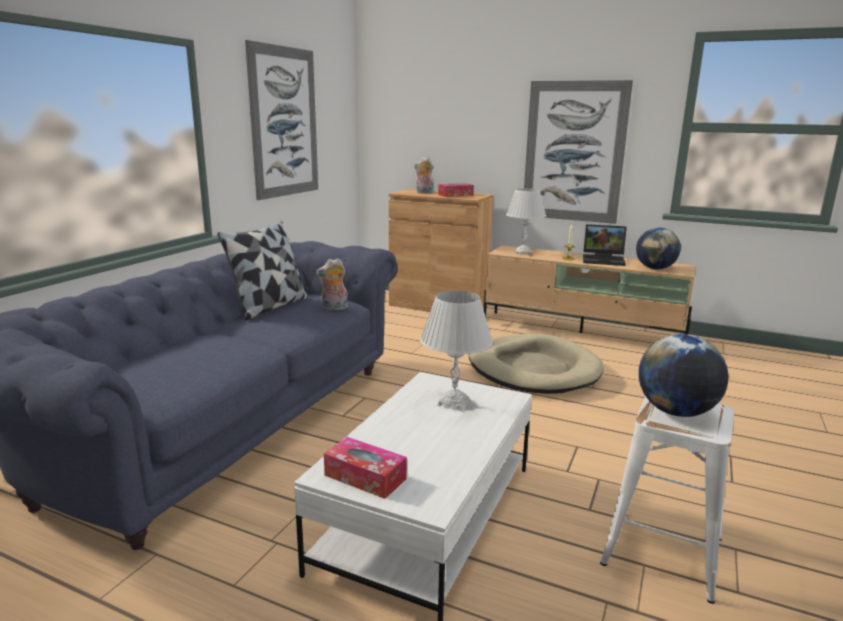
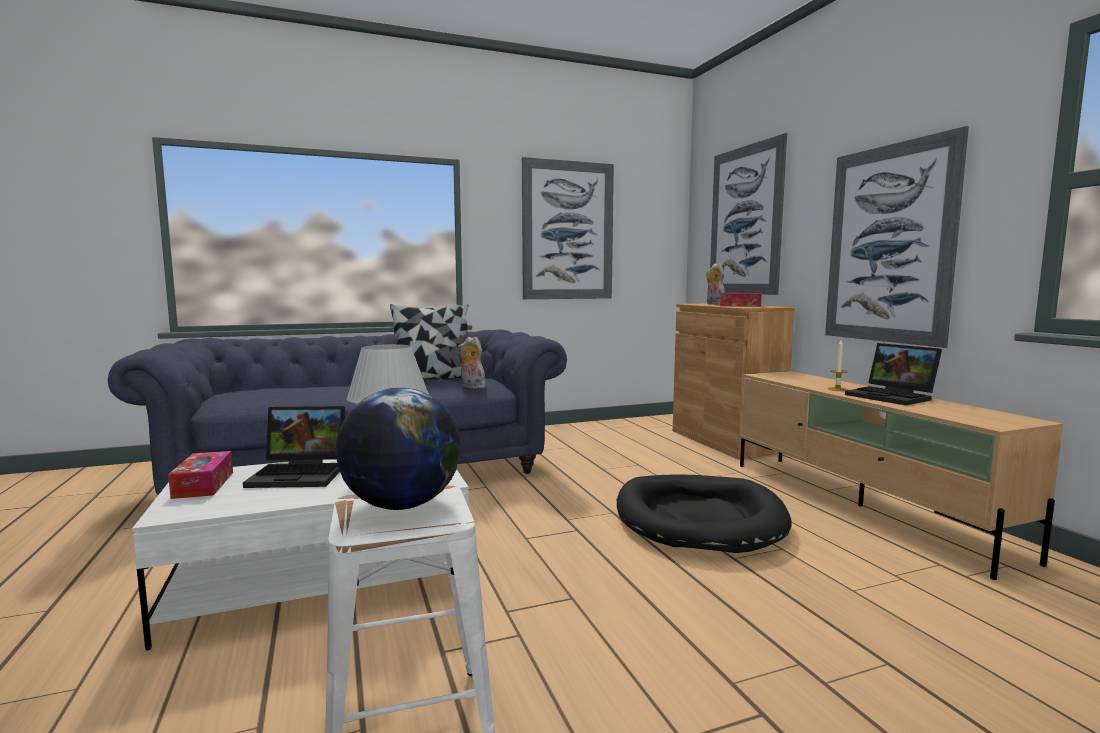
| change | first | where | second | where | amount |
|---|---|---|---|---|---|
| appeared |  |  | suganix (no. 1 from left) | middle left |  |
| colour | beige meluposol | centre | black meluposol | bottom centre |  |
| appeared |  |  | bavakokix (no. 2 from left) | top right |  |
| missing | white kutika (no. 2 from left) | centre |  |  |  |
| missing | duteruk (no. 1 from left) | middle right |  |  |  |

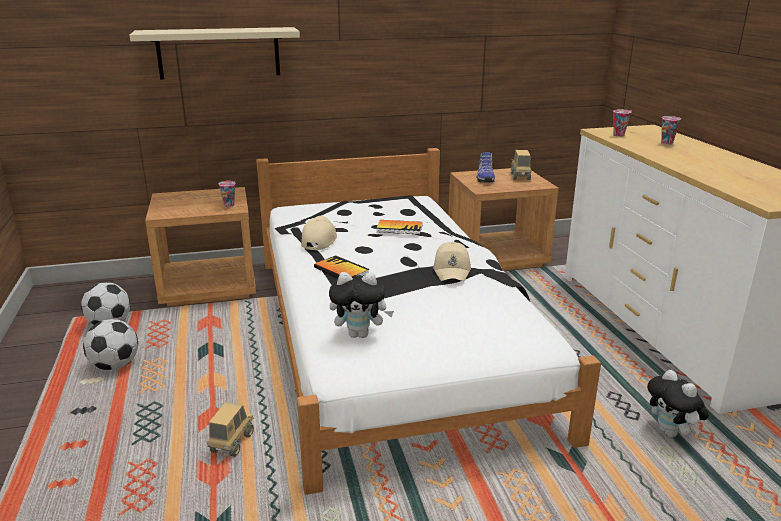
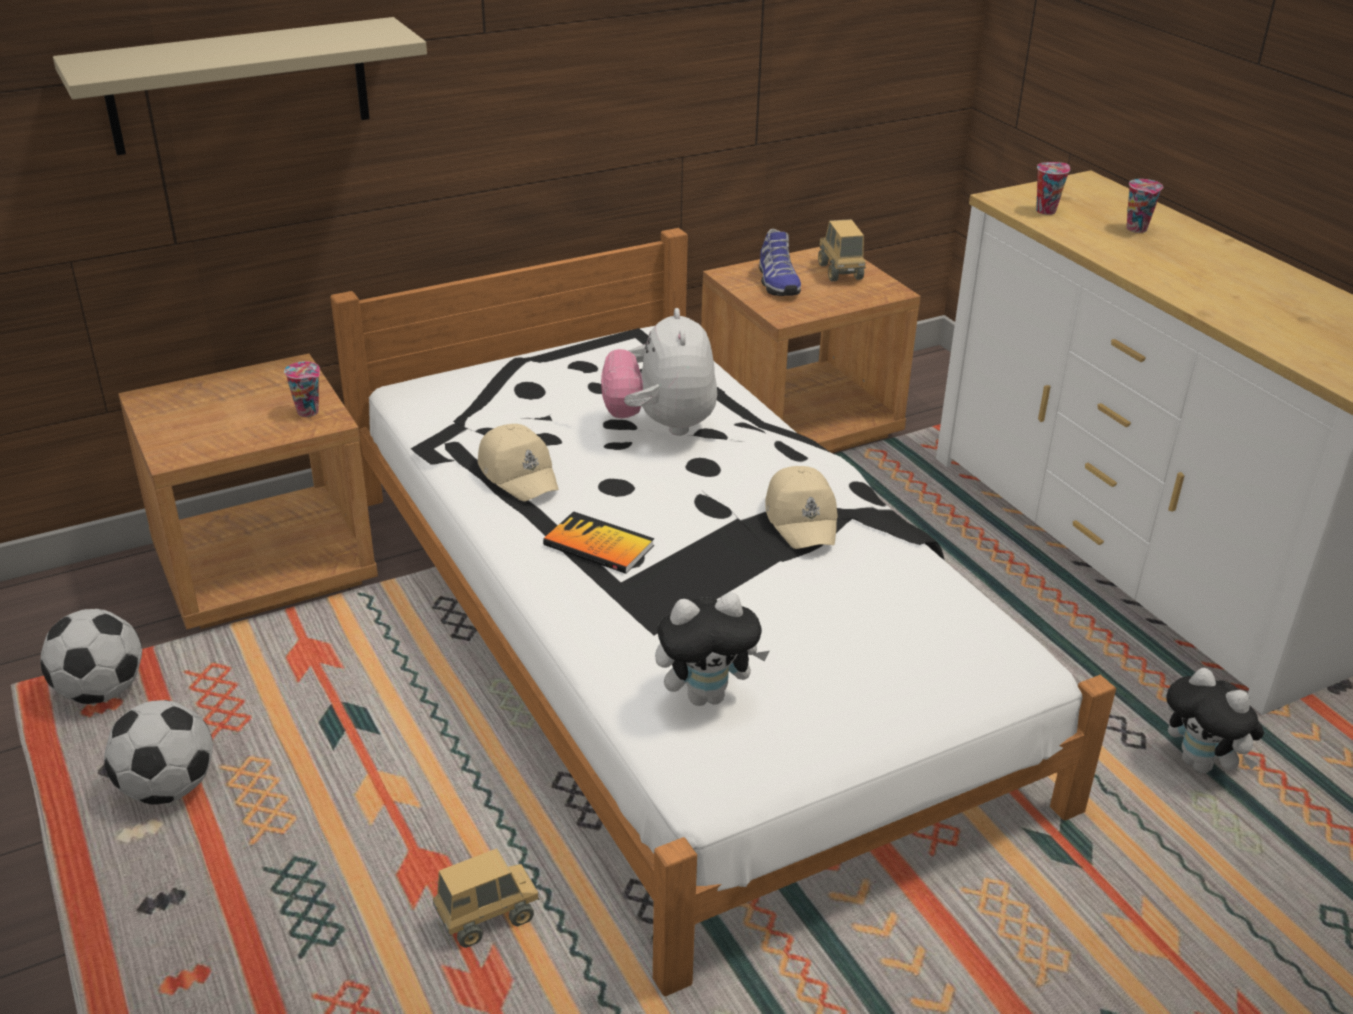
| change | first | where | second | where | amount |
|---|---|---|---|---|---|
| spun | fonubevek (no. 1 from left) | bottom left |  | bottom centre | 60 degrees clockwise |
| spun | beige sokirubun (no. 1 from left) | centre |  | centre | 150 degrees clockwise |
| exchanged | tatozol (no. 2 from left) | centre | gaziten (no. 1 from left) | centre |  |

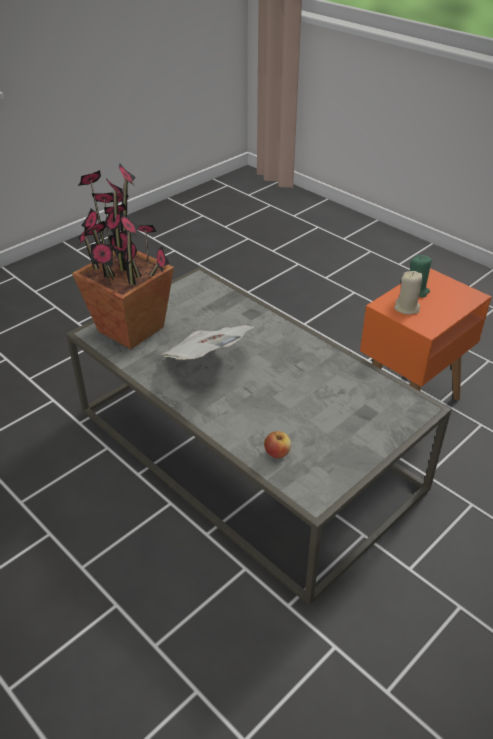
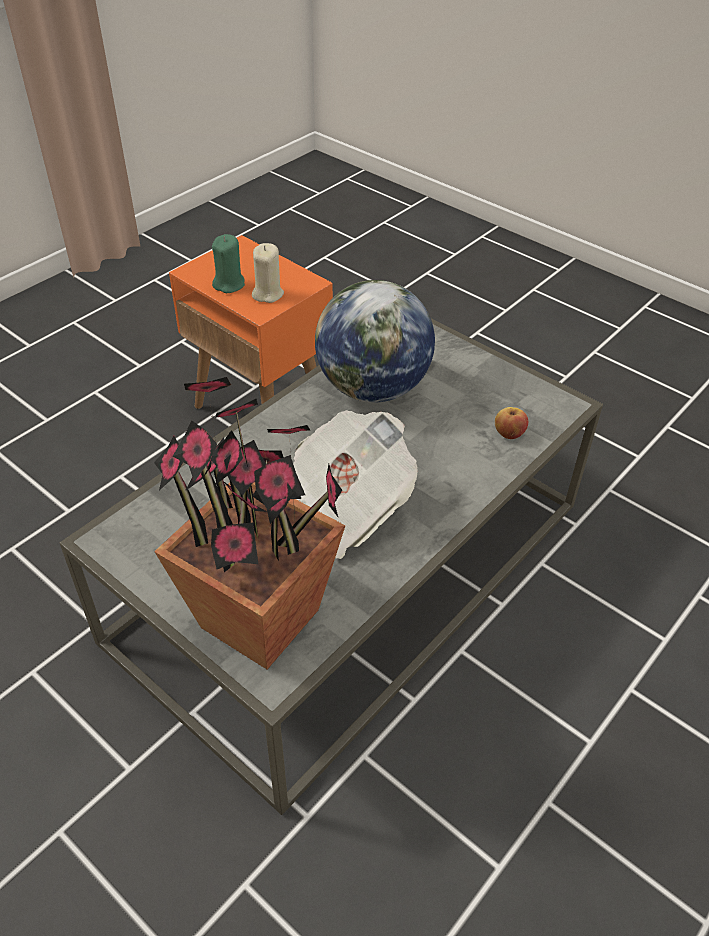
| change | first | where | second | where | amount |
|---|---|---|---|---|---|
| appeared |  |  | duteruk | centre |  |

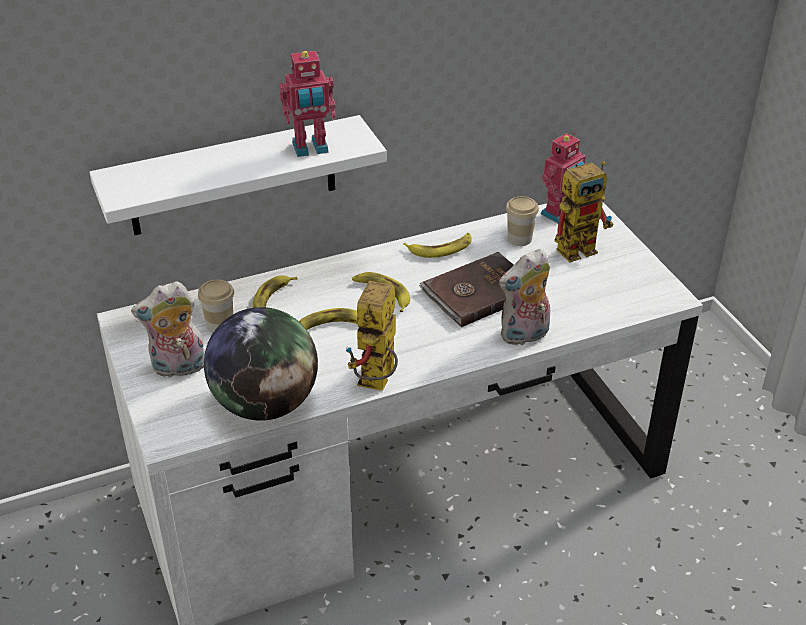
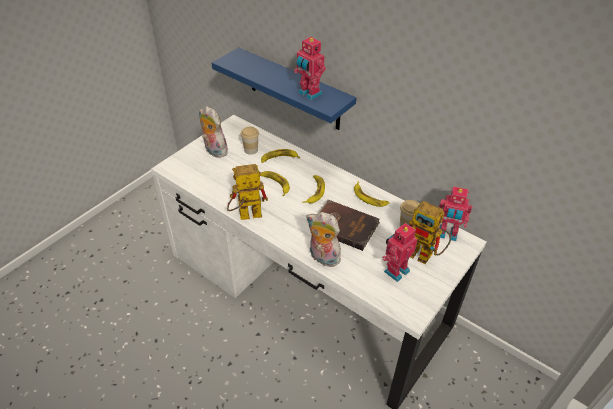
| change | first | where | second | where | amount |
|---|---|---|---|---|---|
| colour | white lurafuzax | top left | blue lurafuzax | top centre |  |
| appeared |  |  | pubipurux (no. 3 from left) | centre |  |
| missing | duteruk | middle left |  |  |  |

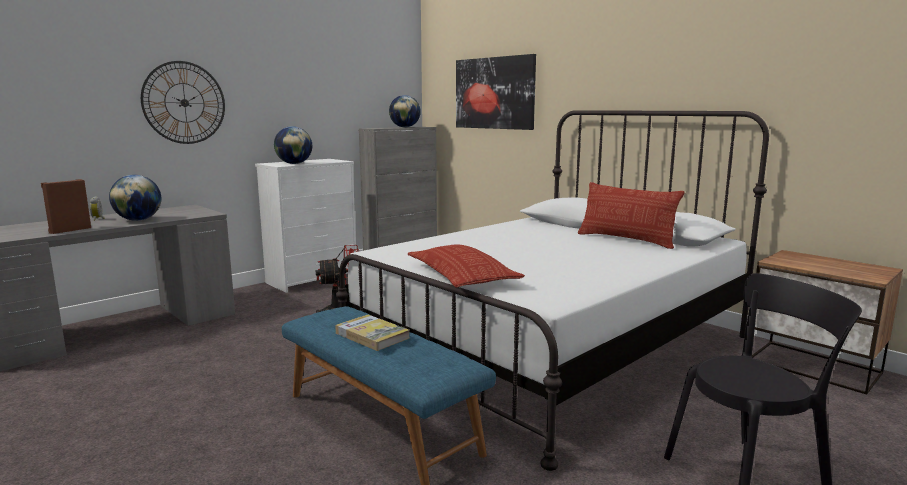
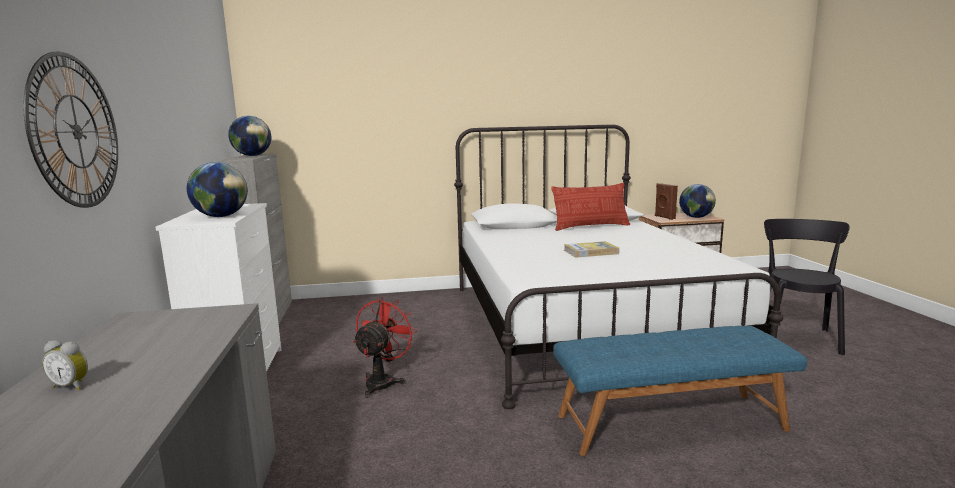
| change | first | where | second | where | amount |
|---|---|---|---|---|---|
| relocated | tatozol | bottom centre |  | centre |  |
| relocated | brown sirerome | middle left |  | middle right |  |
| relocated | duteruk (no. 1 from left in the first image) | middle left | duteruk (no. 3 from left) | middle right |  |
| missing | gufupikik (no. 1 from left) | centre |  |  |  |
| missing | bavakokix | top centre |  |  |  |

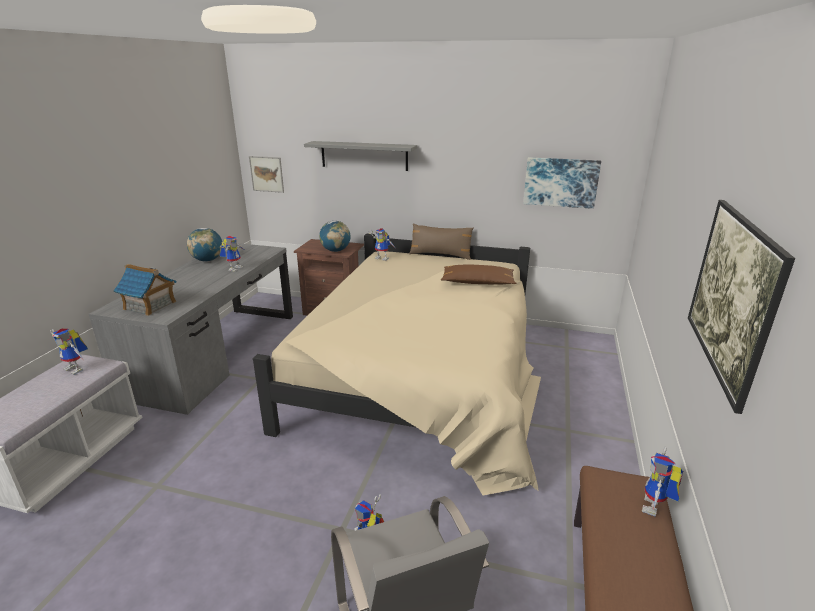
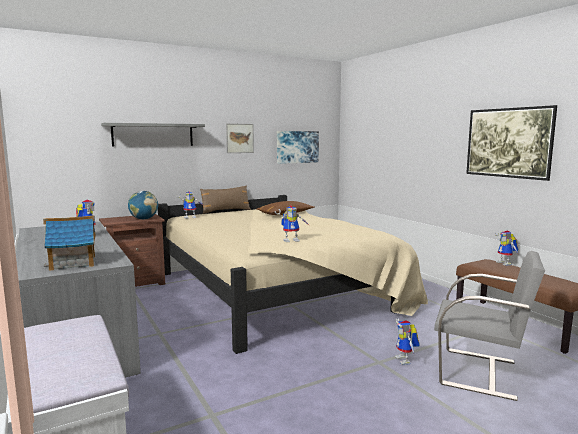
| change | first | where | second | where | amount |
|---|---|---|---|---|---|
| relocated | bavakokix (no. 1 from left) | top left |  | top centre |  |
| relocated | pubipurux (no. 1 from left in the first image) | middle left | pubipurux (no. 3 from left) | centre |  |
| missing | duteruk (no. 1 from left) | middle left |  |  |  |

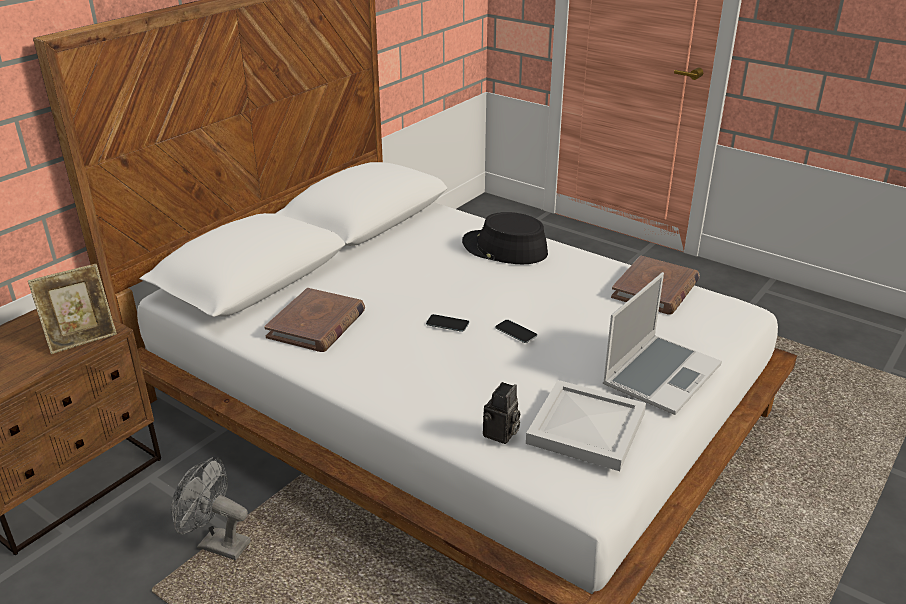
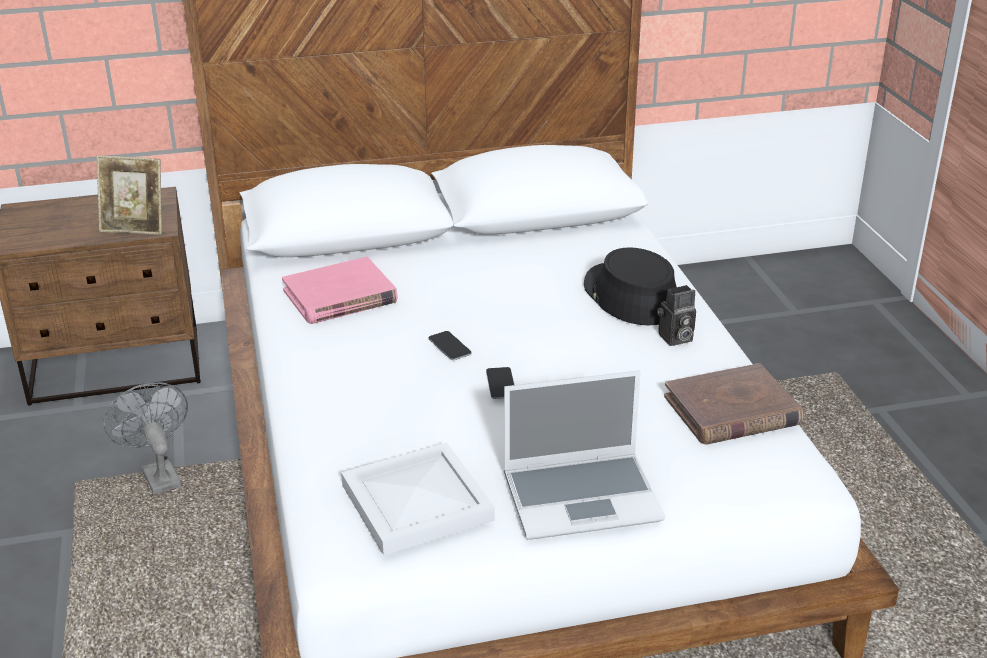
| change | first | where | second | where | amount |
|---|---|---|---|---|---|
| colour | brown tatozol (no. 1 from left) | centre | pink tatozol | centre |  |
| relocated | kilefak | bottom centre |  | middle right |  |

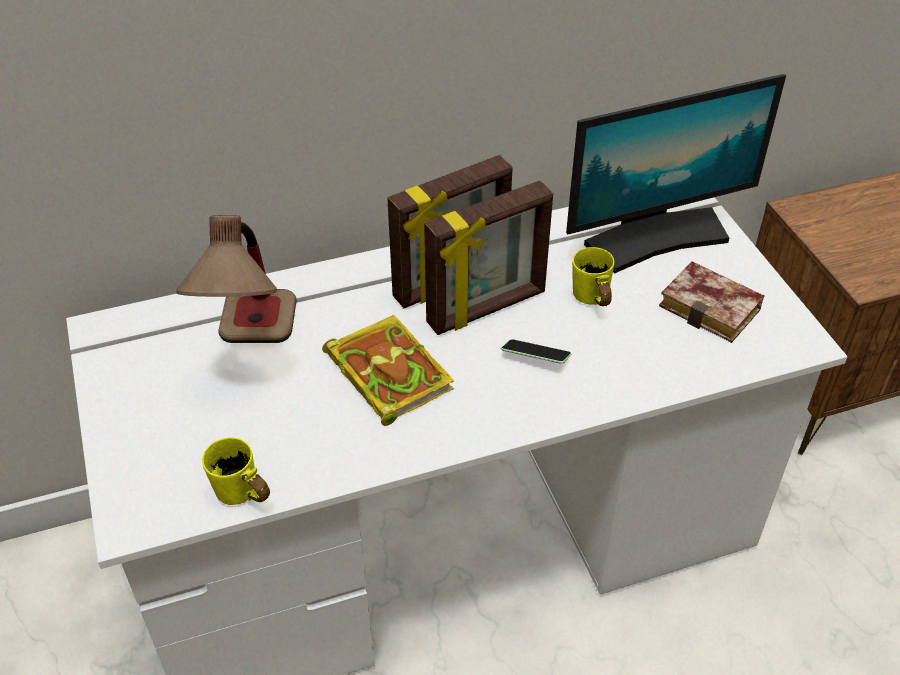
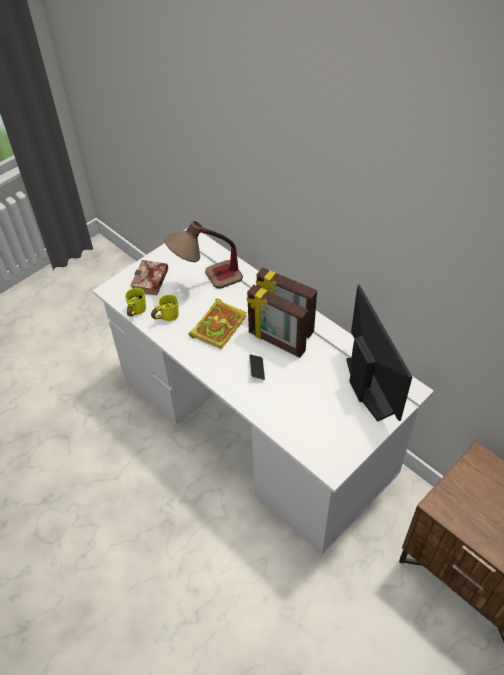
| change | first | where | second | where | amount |
|---|---|---|---|---|---|
| relocated | tatozol (no. 2 from left in the first image) | middle right | tatozol (no. 1 from left) | middle left |  |
| relocated | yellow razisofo (no. 2 from left) | centre |  | middle left |  |
| spun | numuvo | top right |  | middle right | 150 degrees counterclockwise |

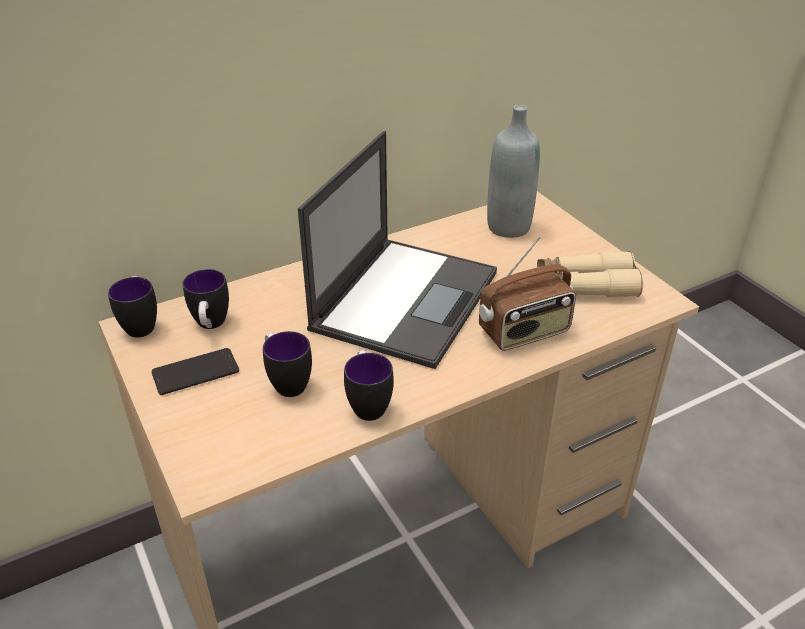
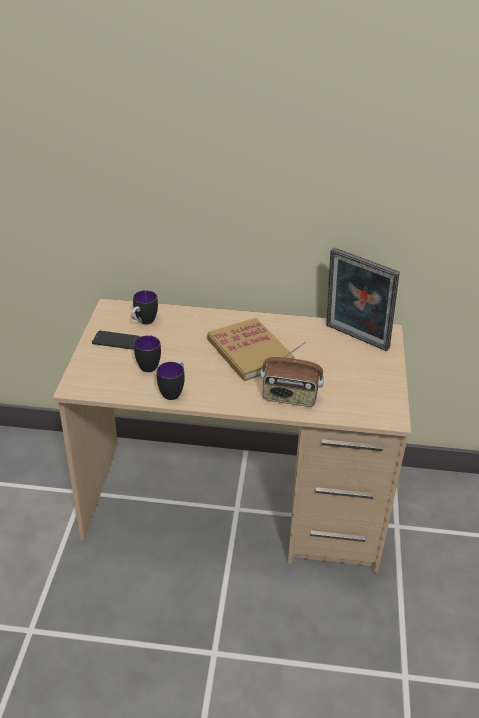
| change | first | where | second | where | amount |
|---|---|---|---|---|---|
| exchanged | suganix | centre | tatozol | centre |  |
| exchanged | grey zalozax | top centre | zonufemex | middle right |  |
| missing | razisofo (no. 1 from left) | middle left |  |  |  |
| missing | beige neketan | middle right |  |  |  |

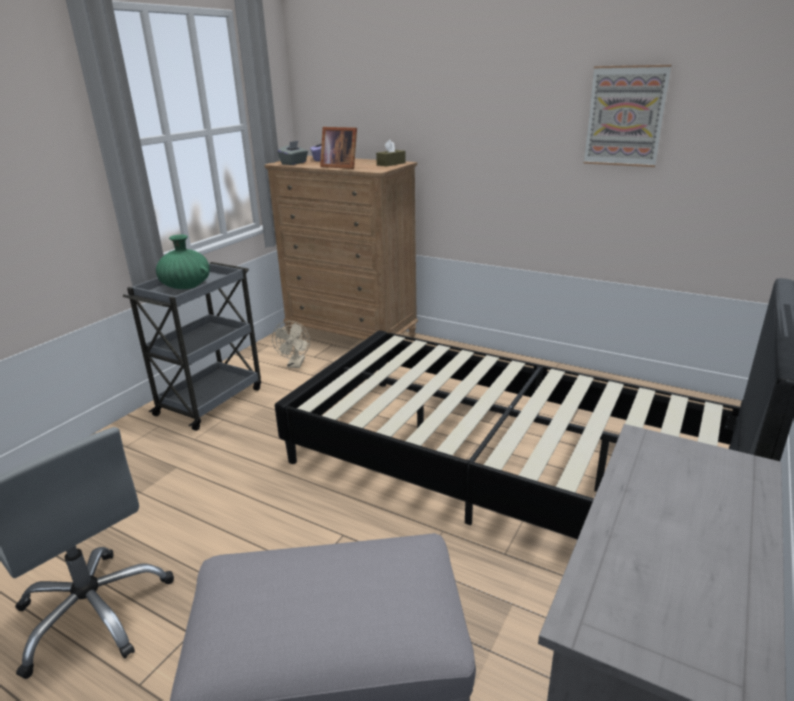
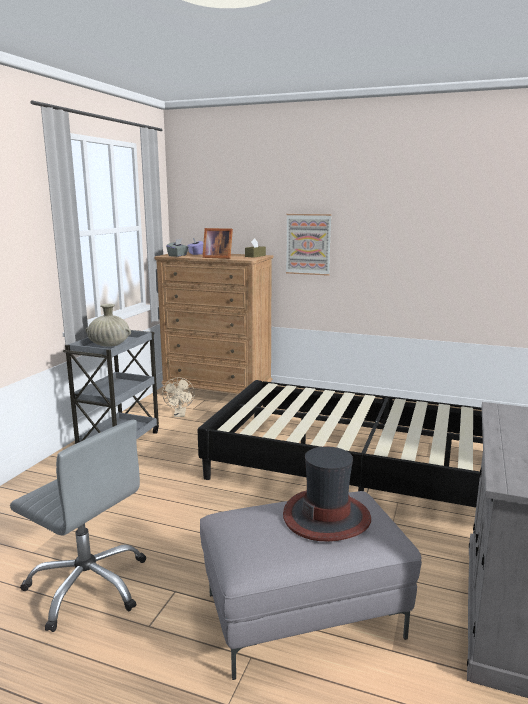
| change | first | where | second | where | amount |
|---|---|---|---|---|---|
| colour | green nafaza | middle left | beige nafaza | middle left |  |
| appeared |  |  | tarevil | bottom centre |  |
| relocated | bavakokix | top right |  | centre |  |

